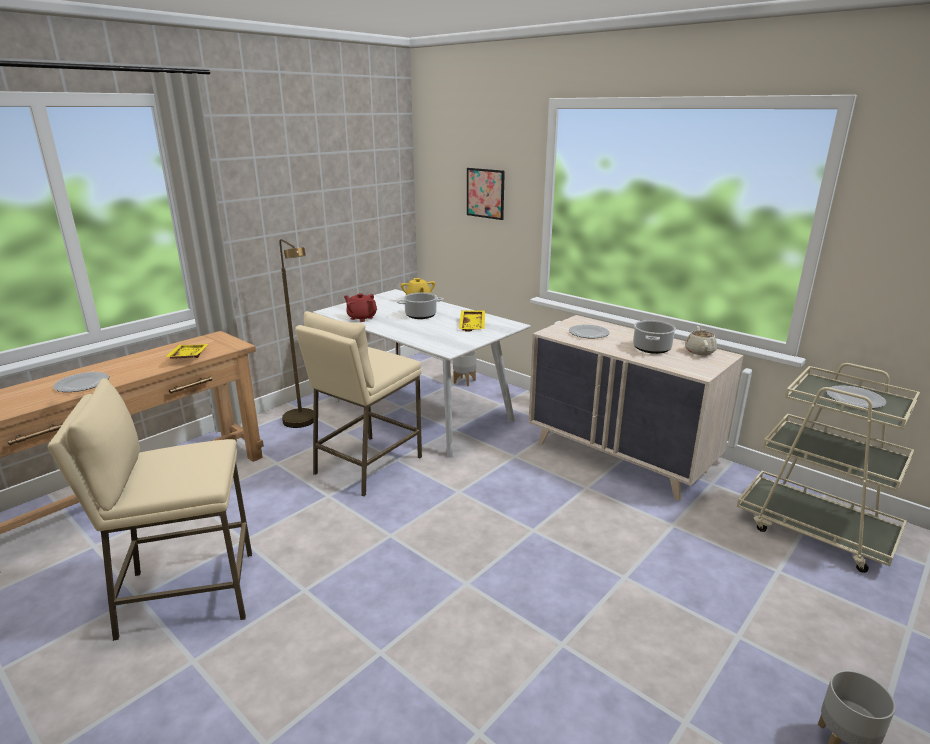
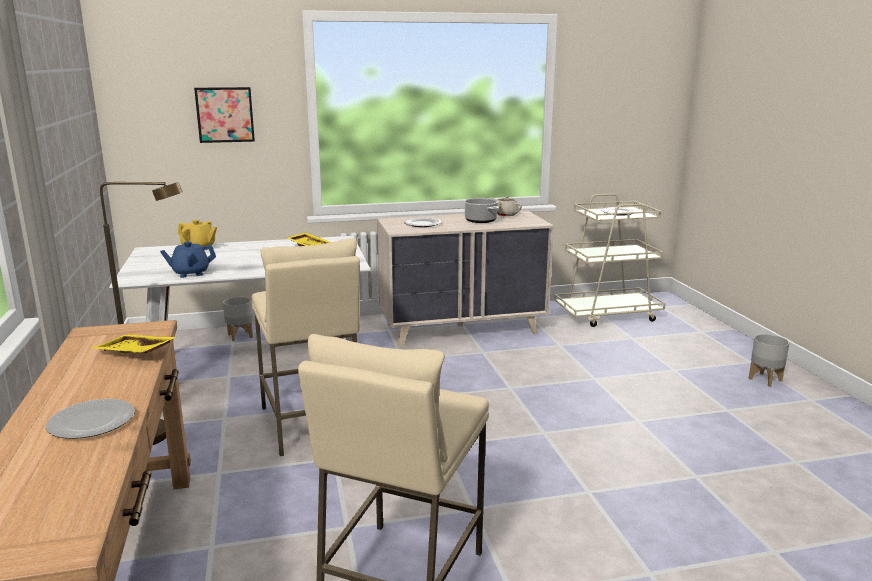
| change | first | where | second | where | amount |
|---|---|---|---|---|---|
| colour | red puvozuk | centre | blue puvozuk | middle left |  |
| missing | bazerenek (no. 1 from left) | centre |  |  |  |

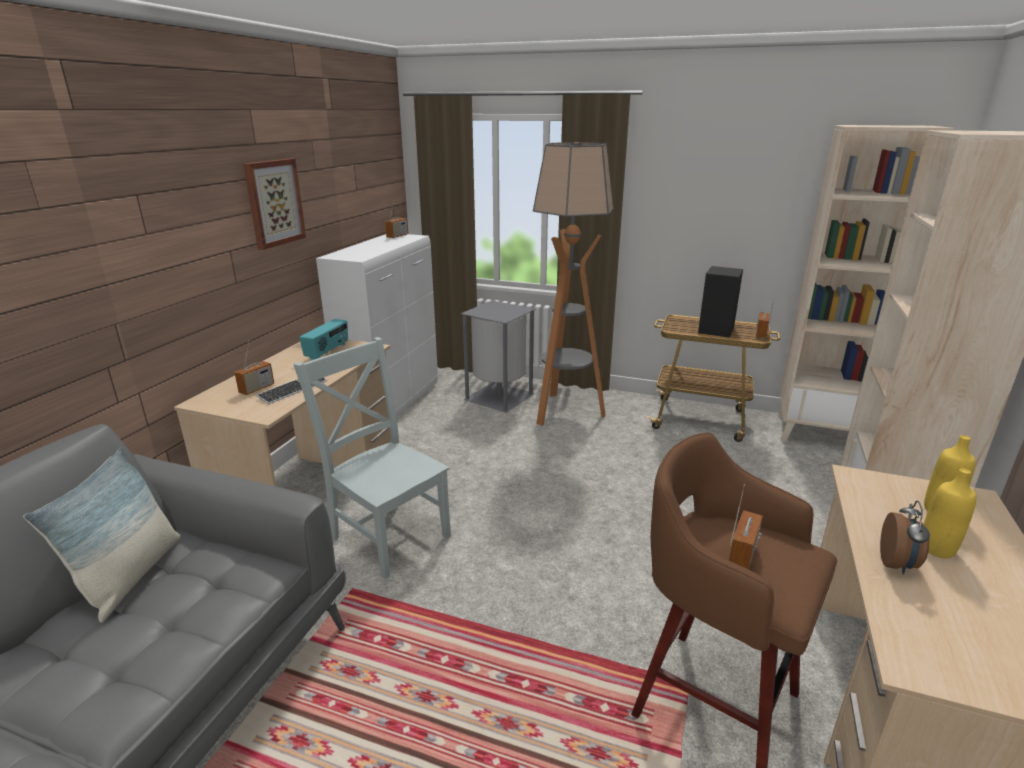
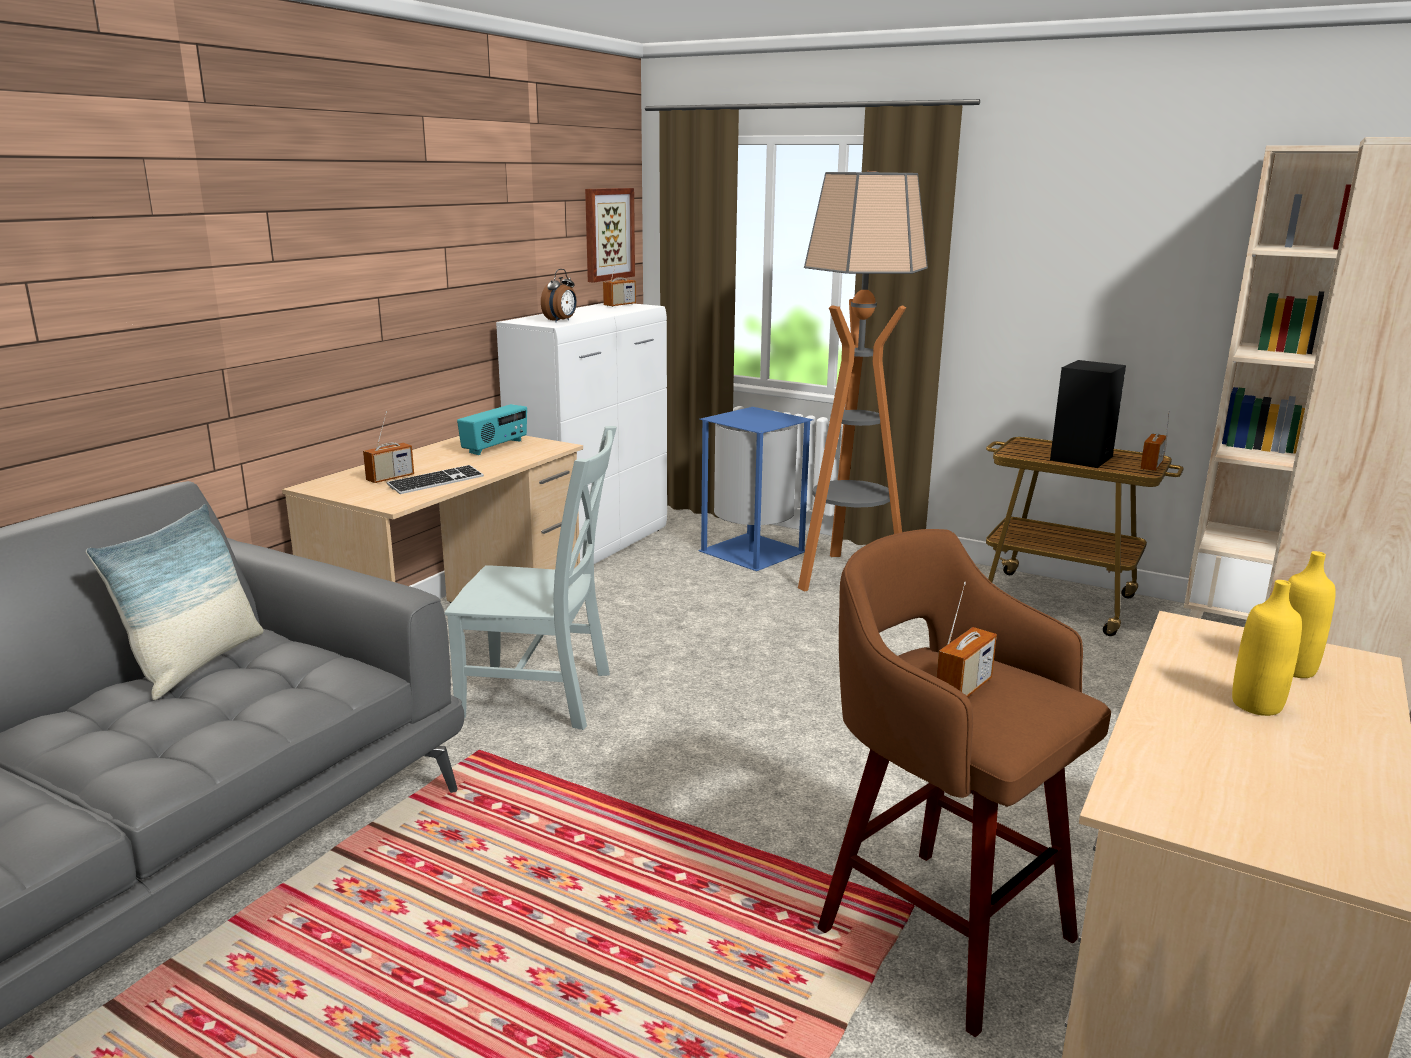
| change | first | where | second | where | amount |
|---|---|---|---|---|---|
| spun | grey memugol | centre |  | centre | 135 degrees clockwise |
| relocated | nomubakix | bottom right |  | top centre |  |
| relocated | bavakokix | top left |  | top centre |  |
| colour | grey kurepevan | centre | blue kurepevan | centre |  |

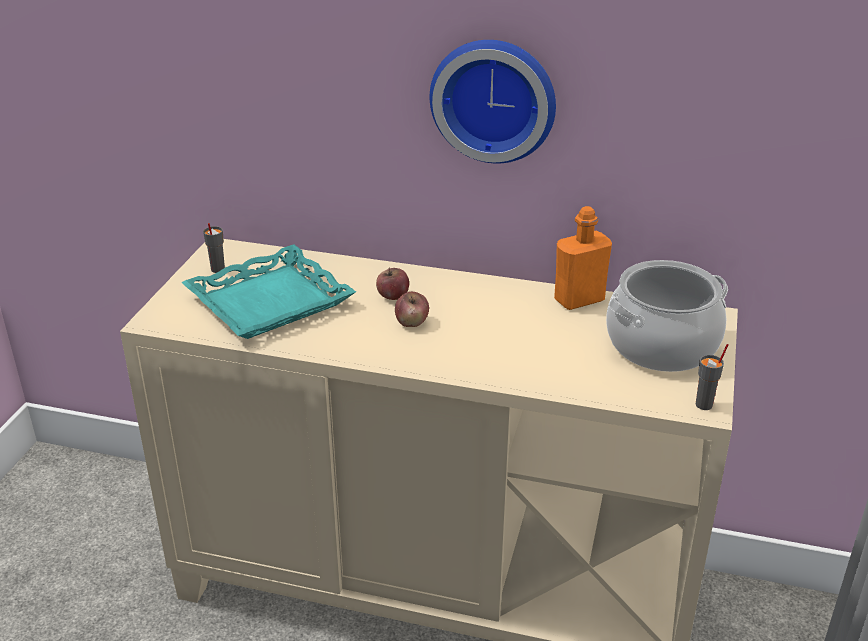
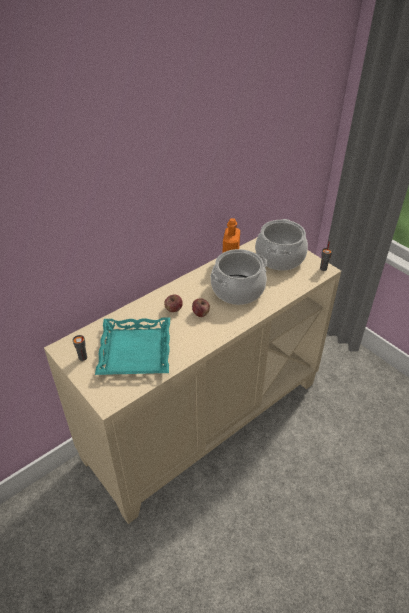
| change | first | where | second | where | amount |
|---|---|---|---|---|---|
| appeared |  |  | bazerenek (no. 1 from left) | centre |  |
| missing | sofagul | top centre |  |  |  |

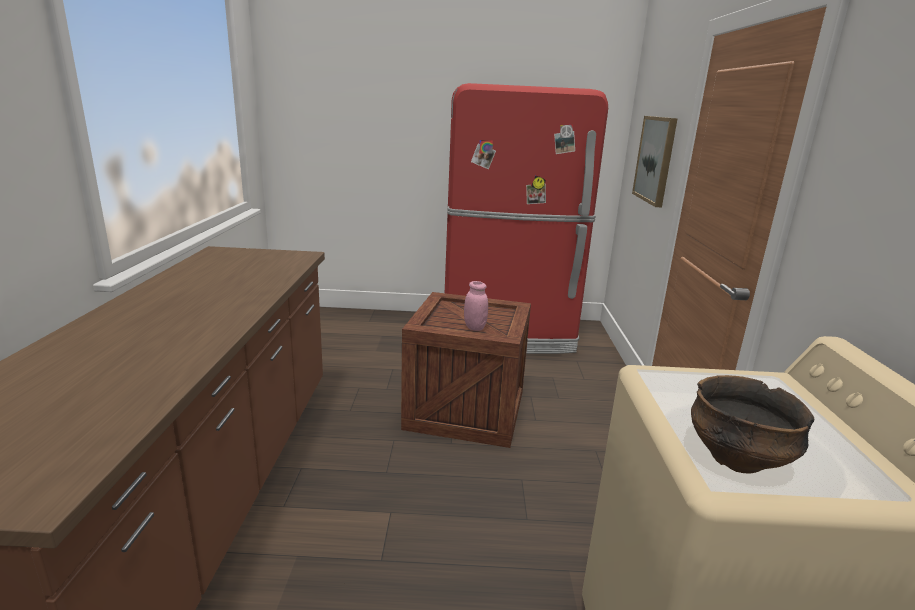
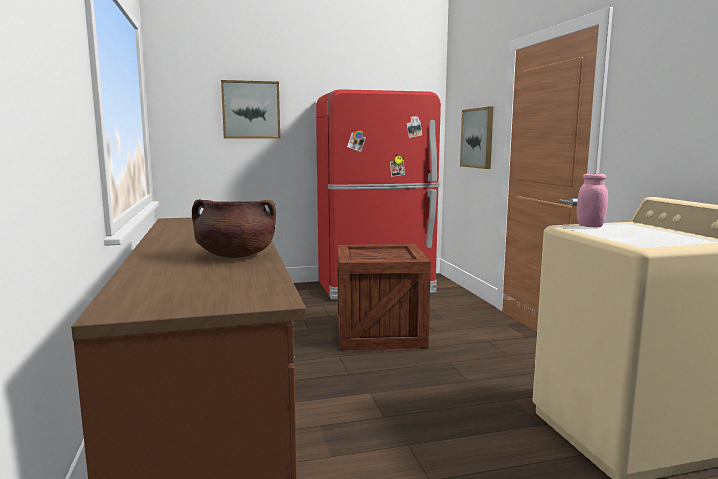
| change | first | where | second | where | amount |
|---|---|---|---|---|---|
| appeared |  |  | brown bazerenek | middle left |  |
| appeared |  |  | bavakokix (no. 1 from left) | top centre |  |
| relocated | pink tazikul | centre |  | middle right |  |
| missing | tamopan | bottom right |  |  |  |

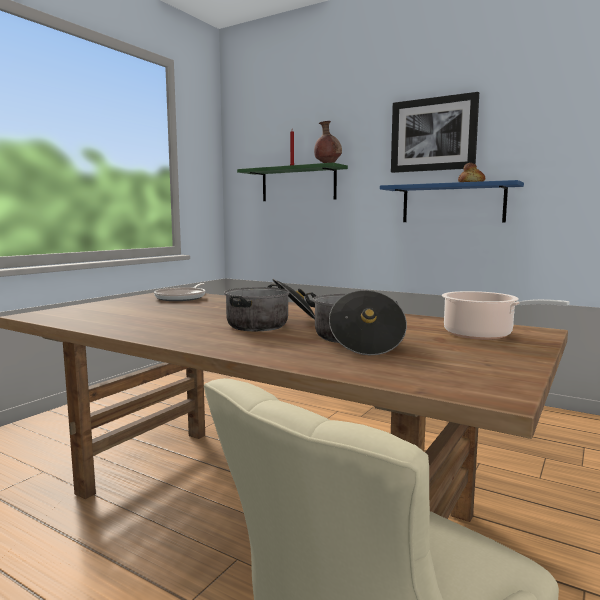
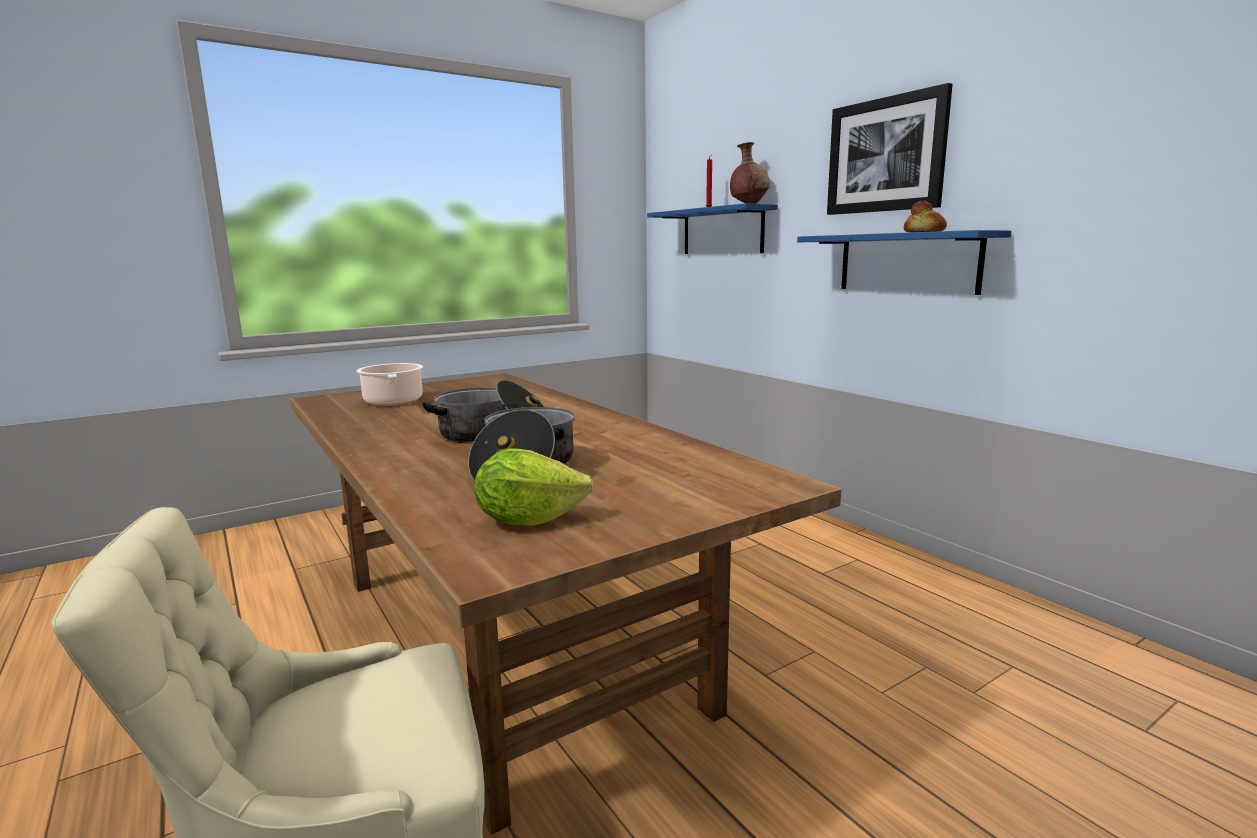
| change | first | where | second | where | amount |
|---|---|---|---|---|---|
| relocated | bazerenek (no. 3 from left in the first image) | middle right | bazerenek (no. 1 from left) | middle left |  |
| appeared |  |  | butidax | centre |  |
| colour | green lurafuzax | top centre | blue lurafuzax (no. 1 from left) | top centre |  |
| missing | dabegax | middle left |  |  |  |

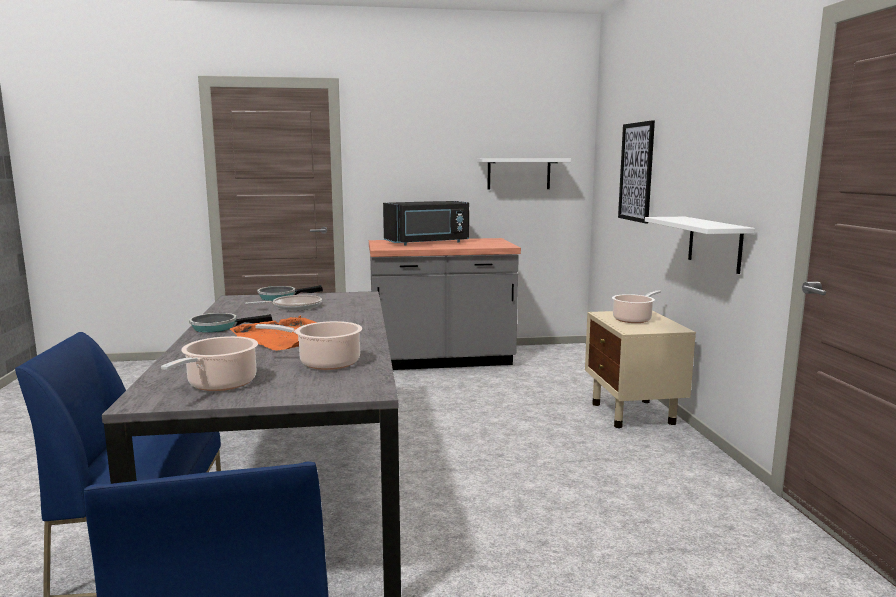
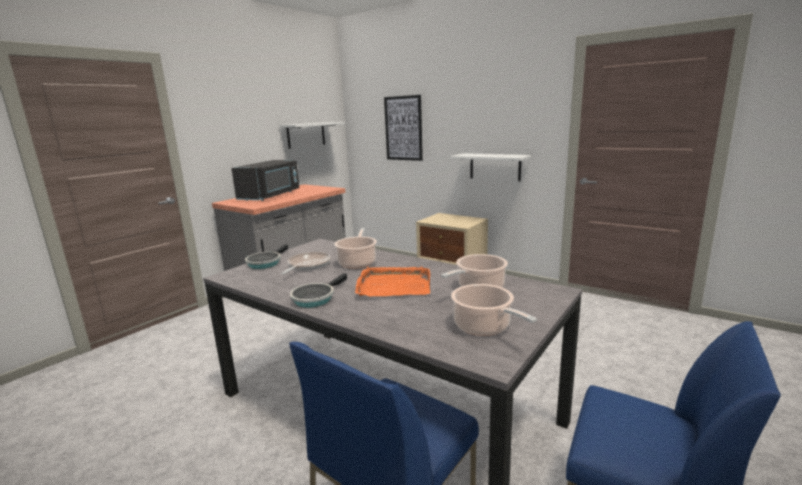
| change | first | where | second | where | amount |
|---|---|---|---|---|---|
| relocated | bazerenek (no. 3 from left in the first image) | middle right | bazerenek (no. 1 from left) | centre |  |

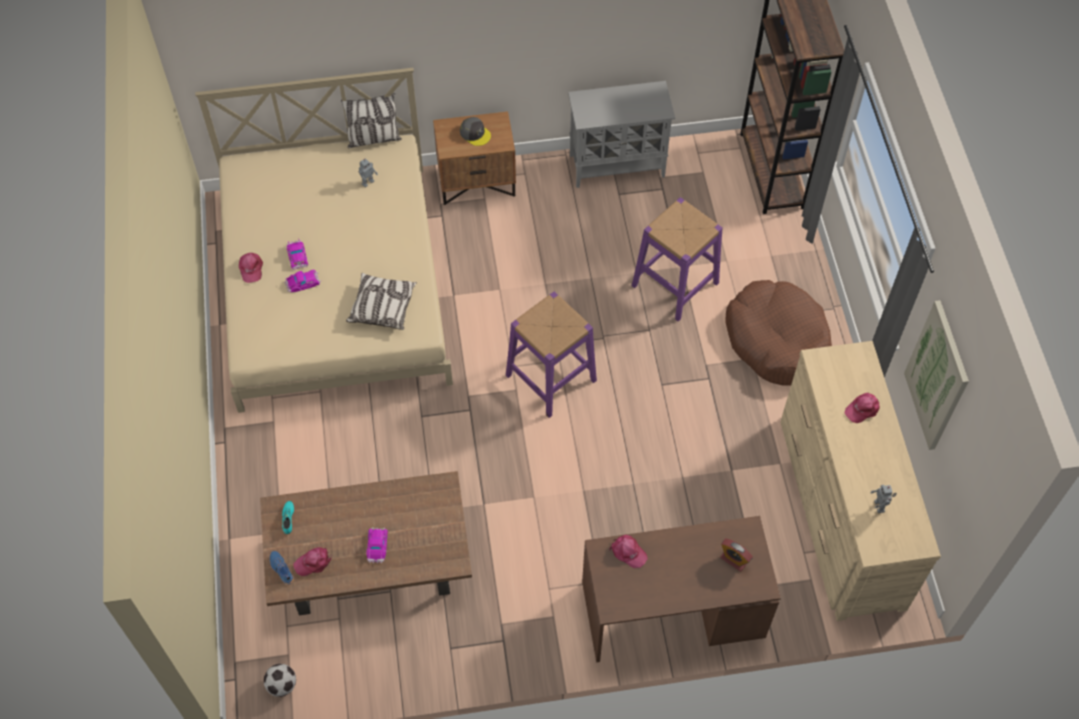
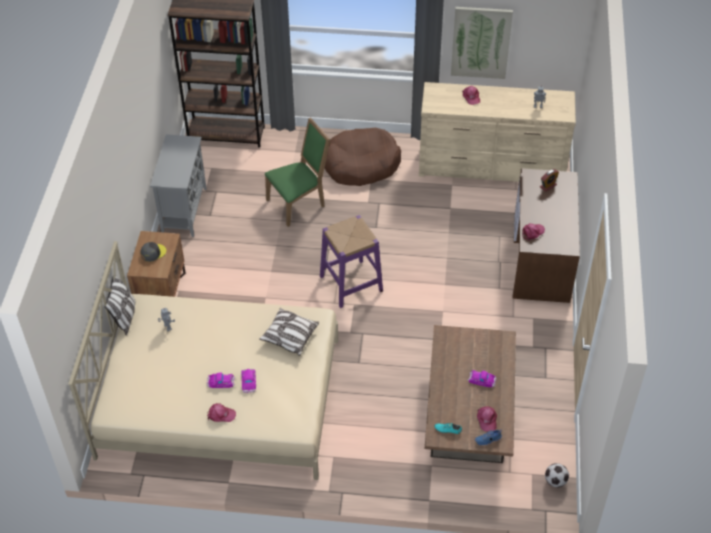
| change | first | where | second | where | amount |
|---|---|---|---|---|---|
| exchanged | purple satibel (no. 2 from left) | centre | green memugol | top centre |  |

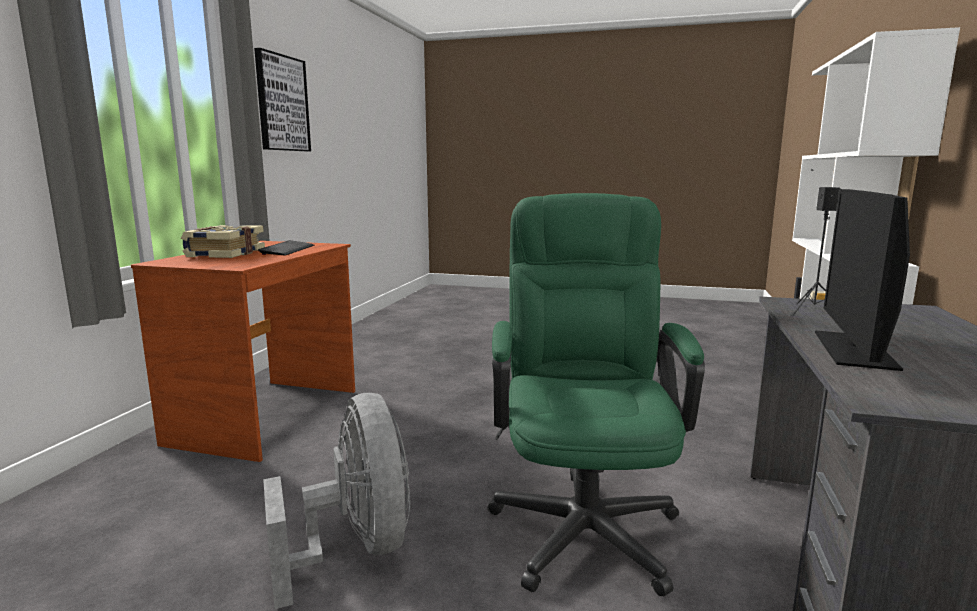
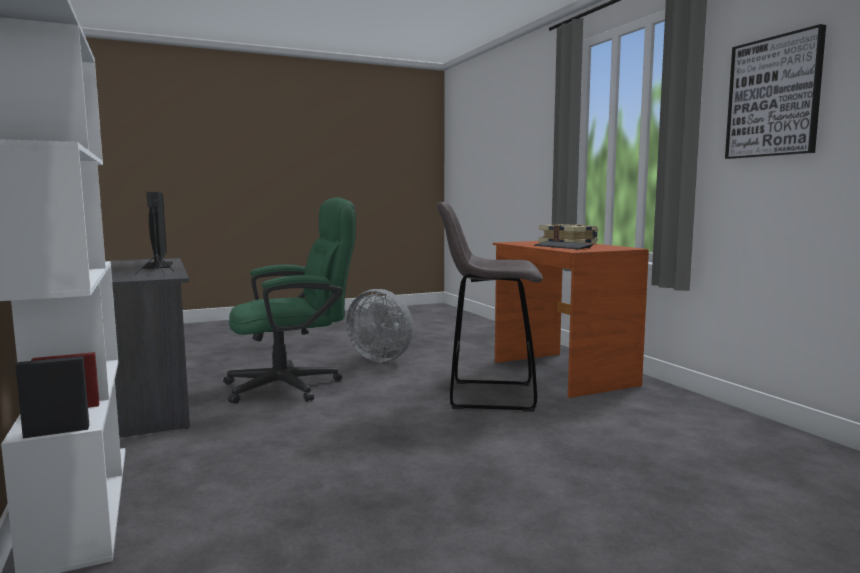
| change | first | where | second | where | amount |
|---|---|---|---|---|---|
| spun | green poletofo | centre |  | centre | 75 degrees counterclockwise |
| appeared |  |  | grey satibel | centre |  |

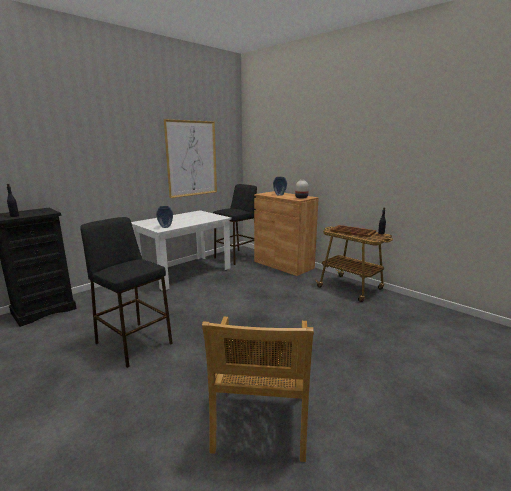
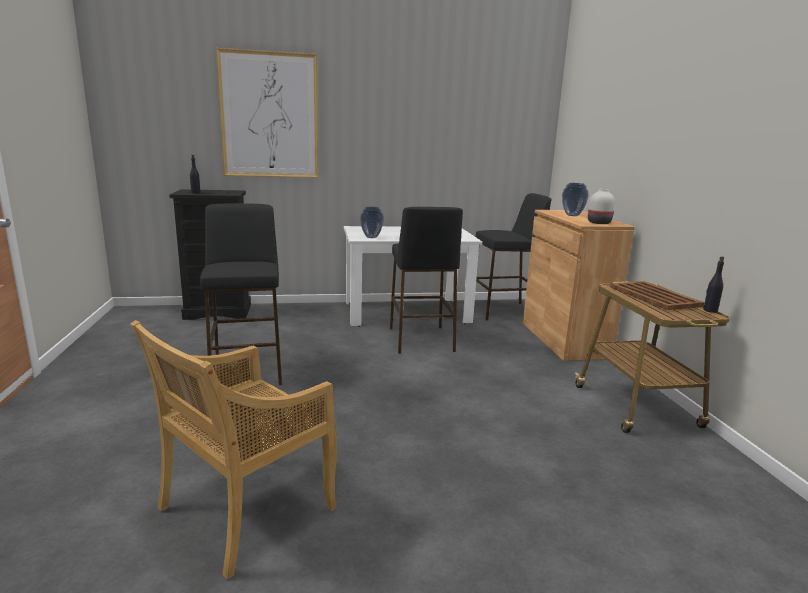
| change | first | where | second | where | amount |
|---|---|---|---|---|---|
| relocated | bavakokix | top centre |  | top left |  |
| appeared |  |  | black satibel (no. 2 from left) | centre |  |

